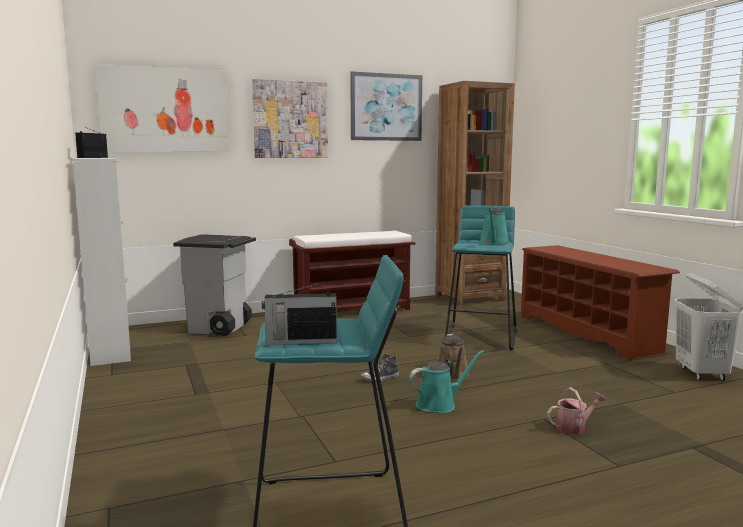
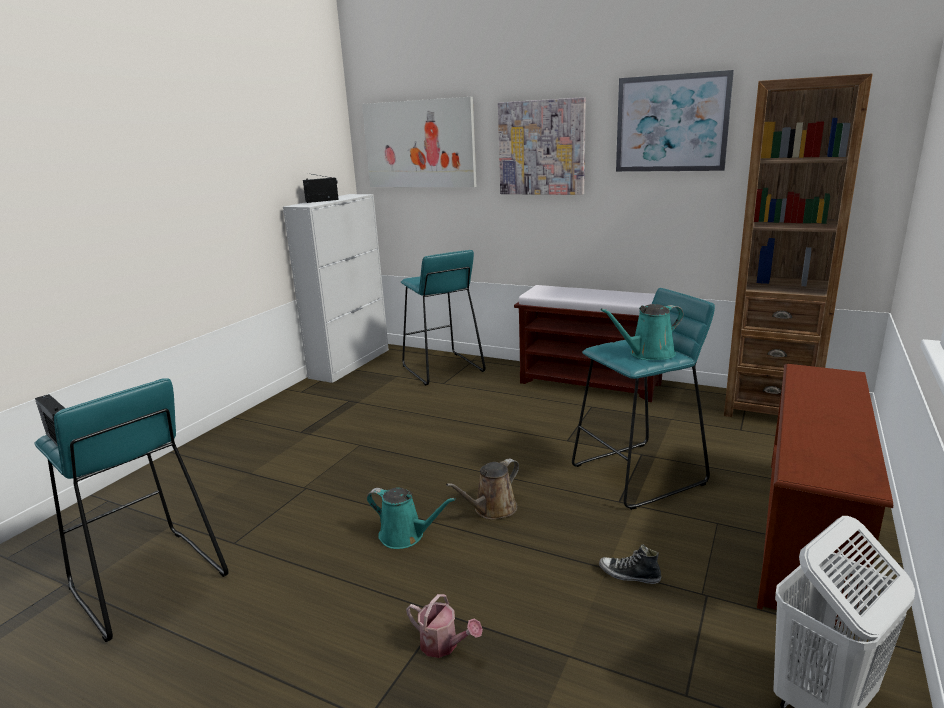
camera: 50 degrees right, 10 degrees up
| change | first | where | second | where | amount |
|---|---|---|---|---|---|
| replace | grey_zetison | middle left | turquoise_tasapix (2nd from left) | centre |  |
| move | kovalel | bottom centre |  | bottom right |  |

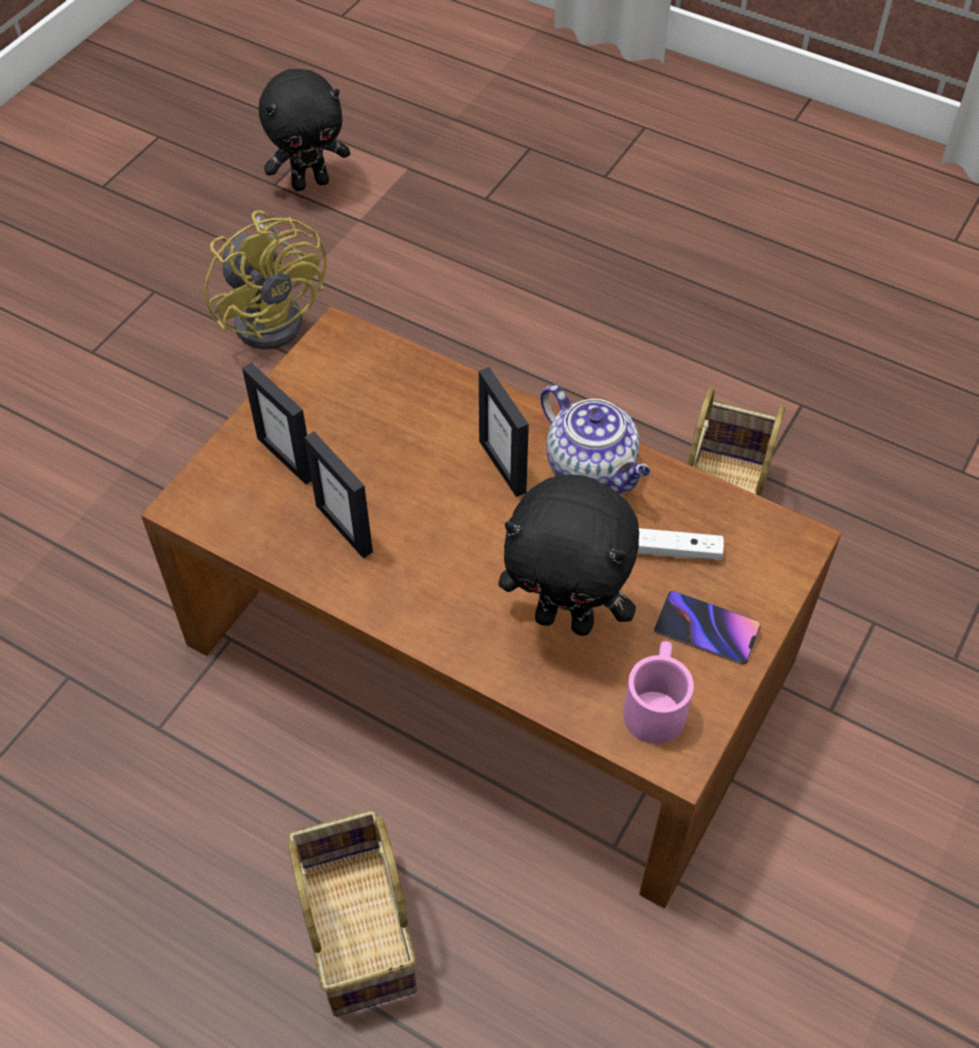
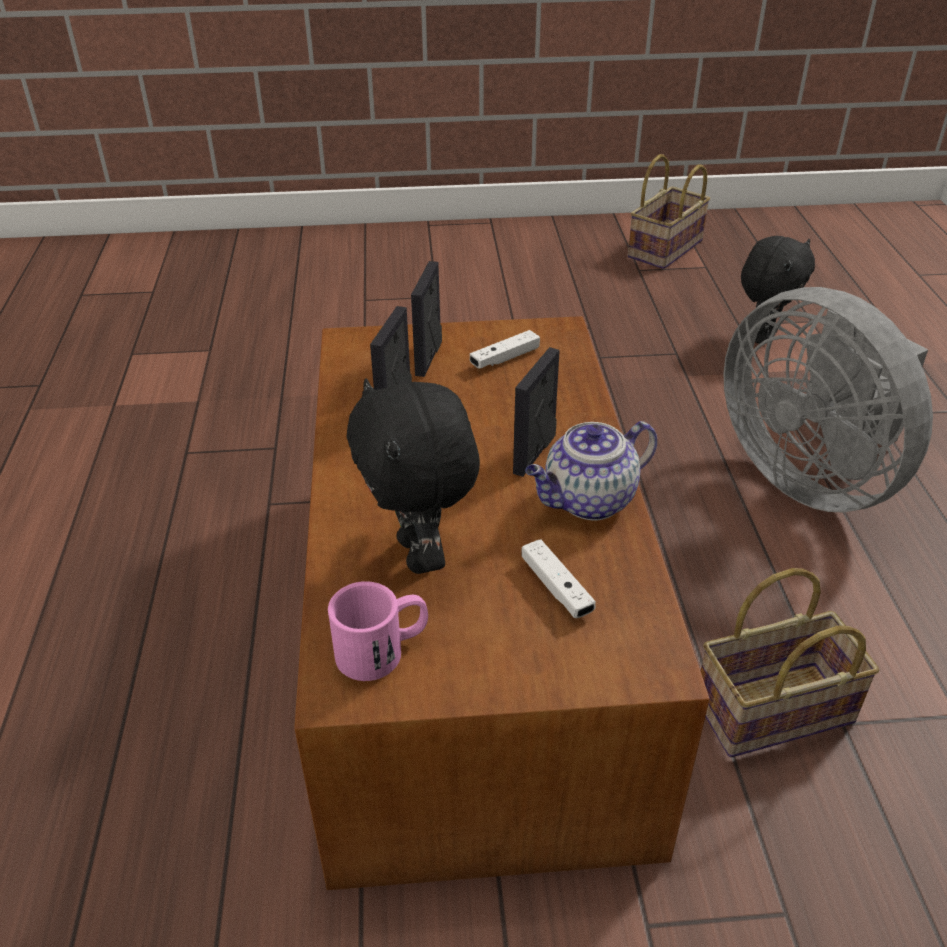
camera: 55 degrees right, 15 degrees down
| change | first | where | second | where | amount |
|---|---|---|---|---|---|
| delete | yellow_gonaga | top left |  |  |  |
| rotate | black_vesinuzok (1st from left in the first image) | top left | black_vesinuzok (2nd from left) | top right | 90 degrees counterclockwise |
| move | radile (1st from left) | bottom centre |  | top right |  |
| rotate | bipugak | centre |  | centre | 45 degrees clockwise |
| delete | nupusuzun | middle right |  |  |  |
| insert |  |  | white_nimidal (1st from left) | centre |  |
| insert |  |  | grey_gonaga | middle right |  |

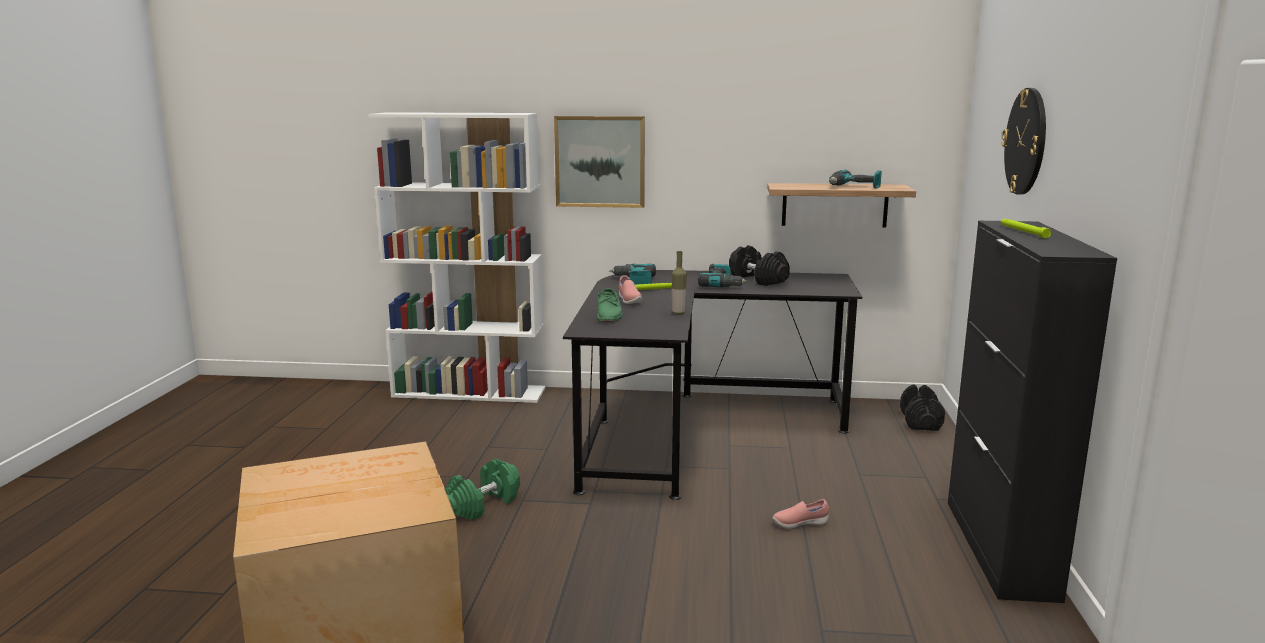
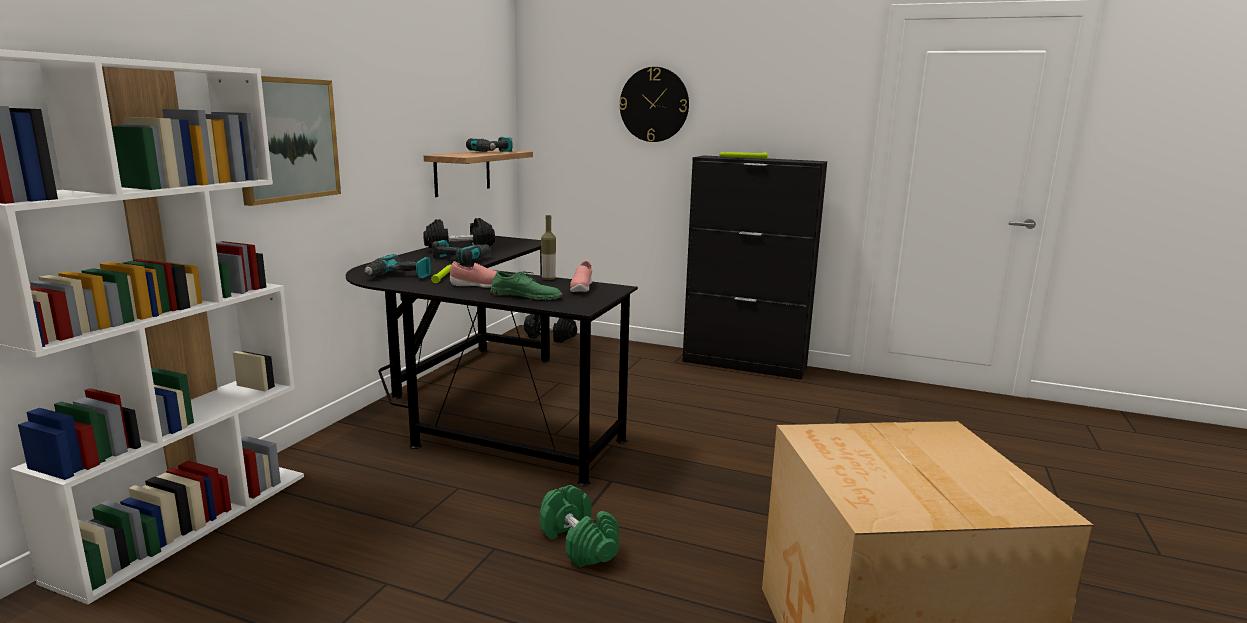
camera: 75 degrees left, 0 degrees up
| change | first | where | second | where | amount |
|---|---|---|---|---|---|
| move | pink_kovalel (2nd from left) | bottom centre |  | centre |  |

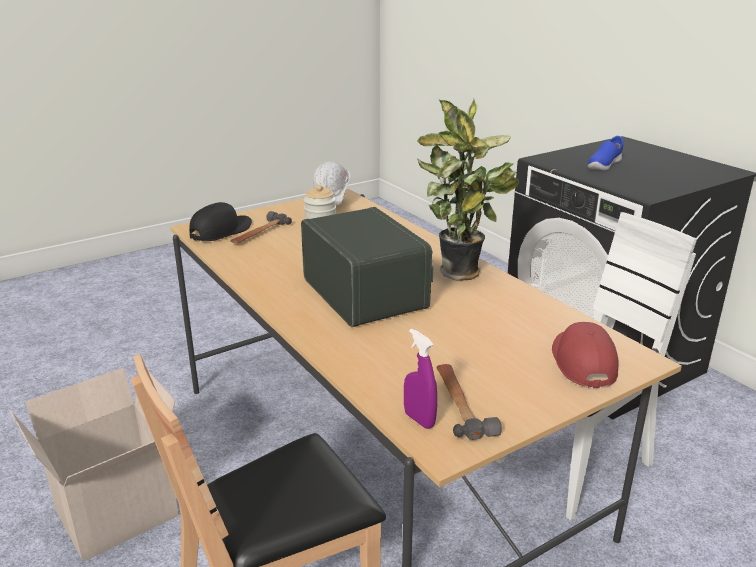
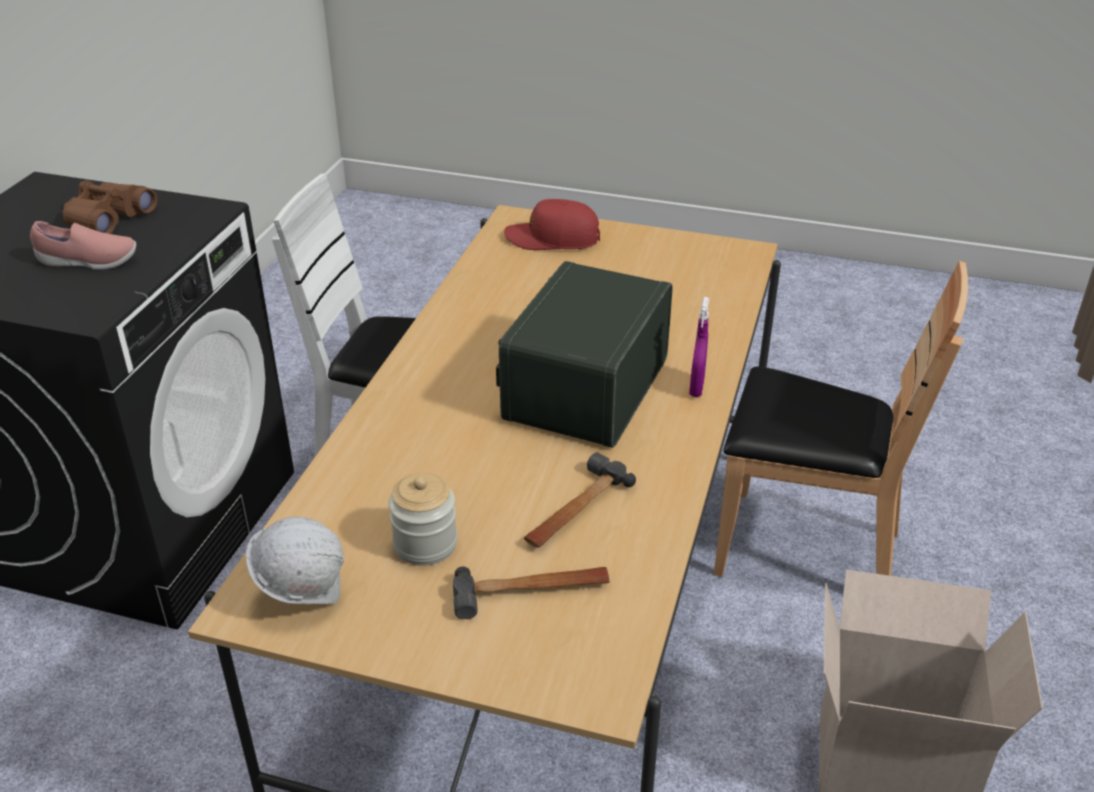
camera: 130 degrees left, 10 degrees up
| change | first | where | second | where | amount |
|---|---|---|---|---|---|
| delete | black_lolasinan | middle left |  |  |  |
| move | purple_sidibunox | bottom centre |  | centre |  |
| delete | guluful | centre |  |  |  |
| move | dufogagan (2nd from left) | bottom centre |  | centre |  |
| rotate | red_lolasinan | middle right |  | top centre | 45 degrees clockwise |
| recolor | blue_kovalel | top right | pink_kovalel | top left |  |
| insert |  |  | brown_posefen | top left |  |

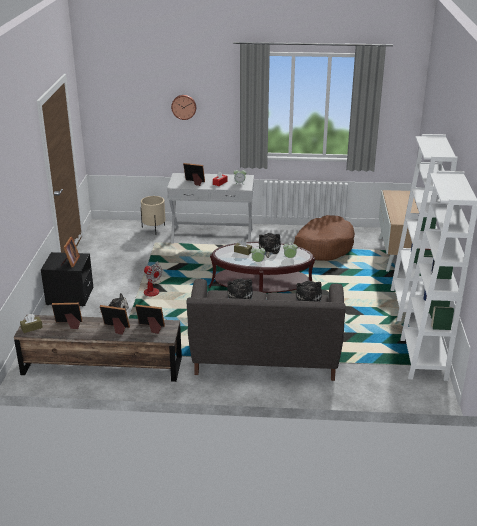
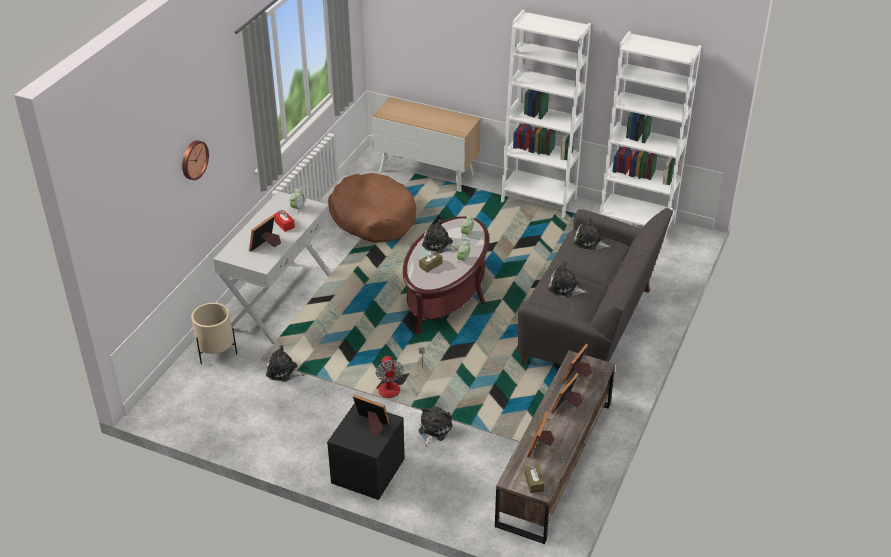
camera: 70 degrees left, 10 degrees up
| change | first | where | second | where | amount |
|---|---|---|---|---|---|
| rotate | gonaga | middle left |  | bottom centre | 105 degrees clockwise |
| insert |  |  | vesinuzok (1st from left) | middle left |  |

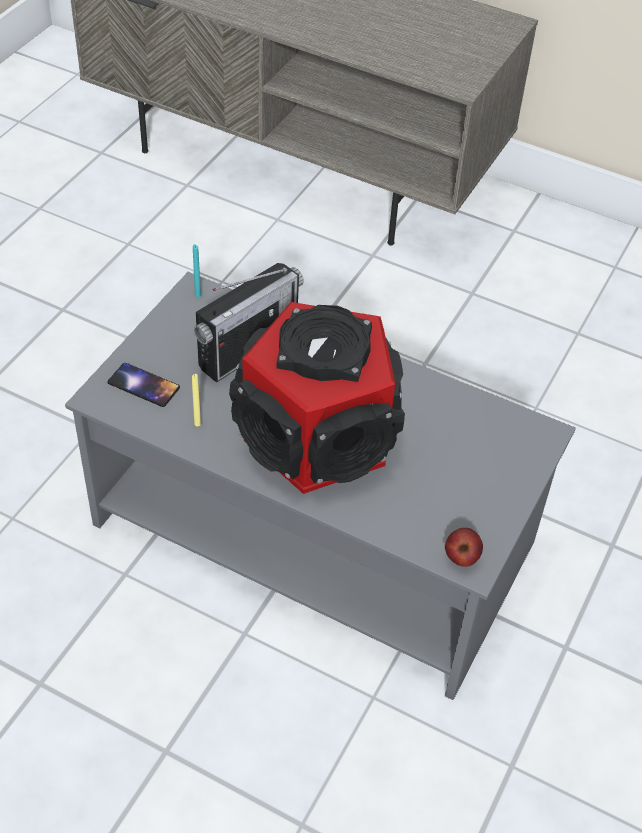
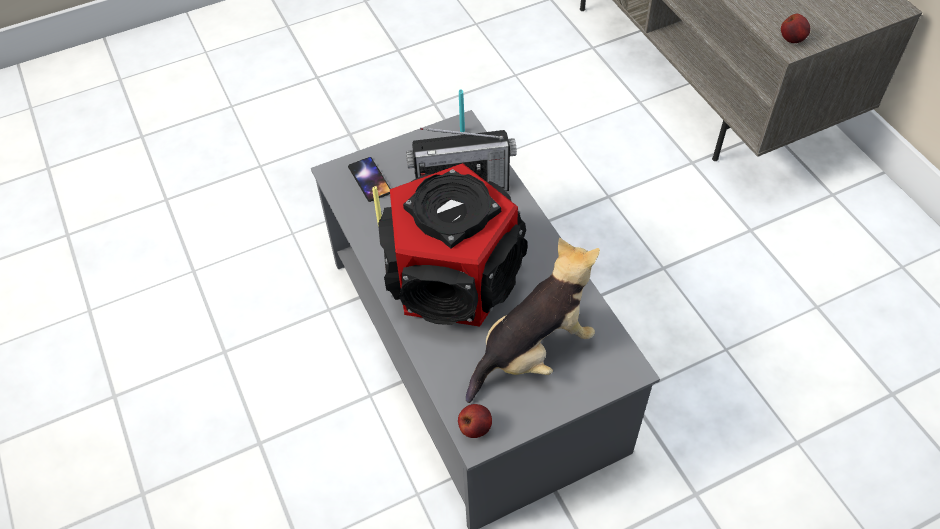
camera: 40 degrees right, 5 degrees up
| change | first | where | second | where | amount |
|---|---|---|---|---|---|
| insert |  |  | vesinuzok | centre |  |
| insert |  |  | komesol (2nd from left) | top right |  |

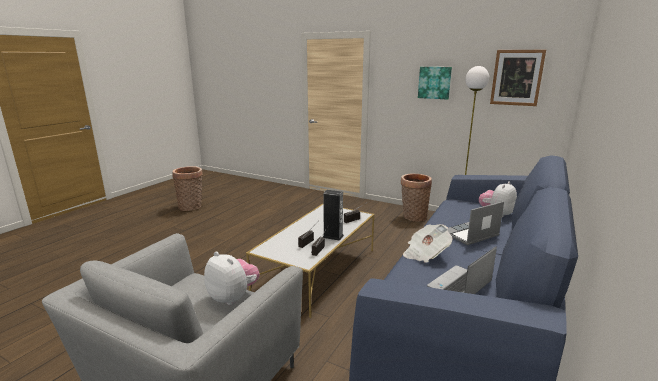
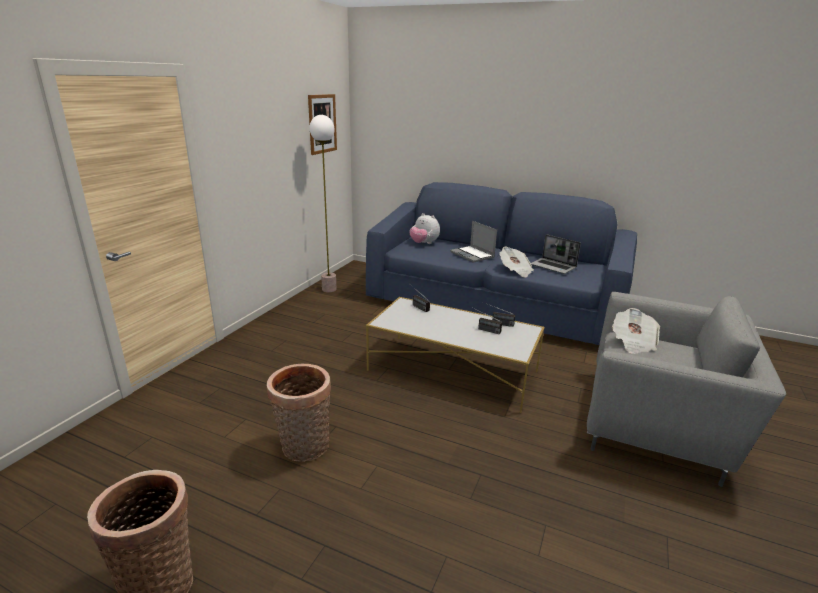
camera: 95 degrees left, 5 degrees up
| change | first | where | second | where | amount |
|---|---|---|---|---|---|
| replace | vesinuzok (1st from left) | bottom centre | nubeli (2nd from left) | middle right |  |
| delete | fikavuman | centre |  |  |  |
| move | radile (2nd from left) | centre |  | bottom centre |  |
| delete | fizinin (1st from left) | top centre |  |  |  |

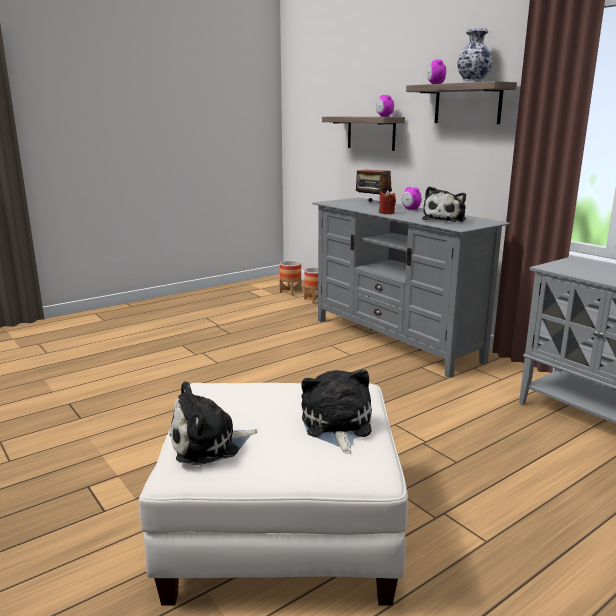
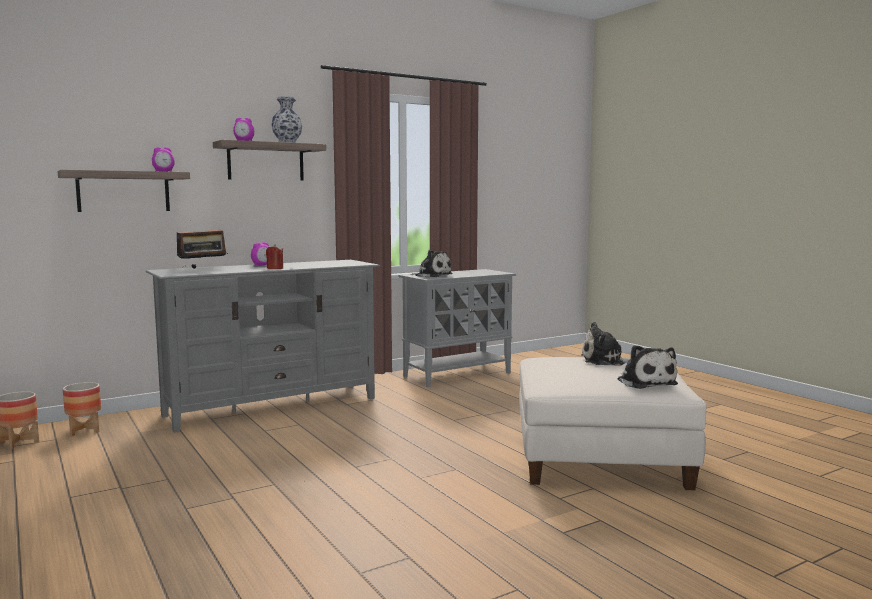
camera: 85 degrees left, 10 degrees down
| change | first | where | second | where | amount |
|---|---|---|---|---|---|
| move | vesinuzok (3rd from left in the first image) | top right | vesinuzok (1st from left) | centre |  |

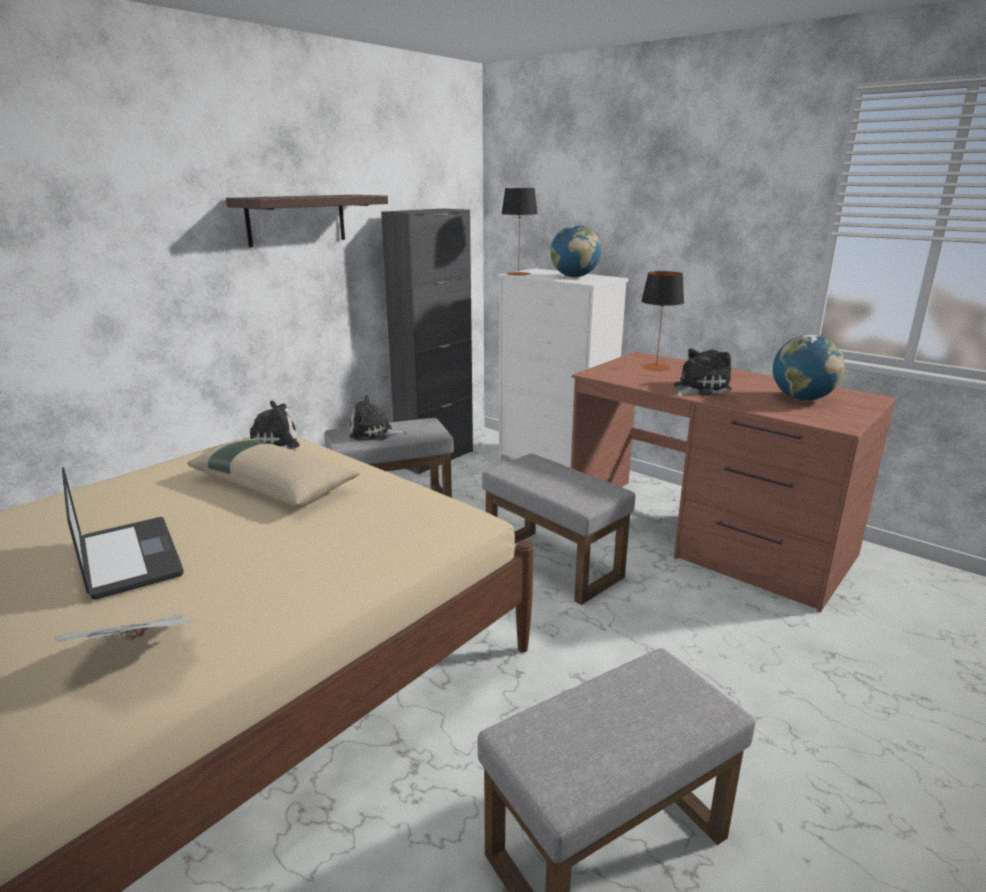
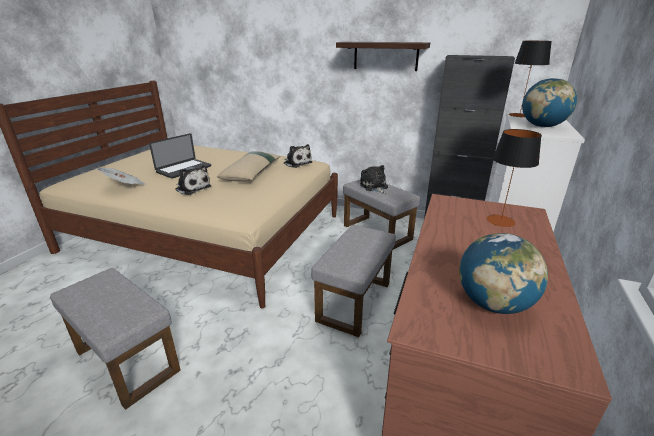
camera: 70 degrees right, 5 degrees up
| change | first | where | second | where | amount |
|---|---|---|---|---|---|
| move | vesinuzok (3rd from left in the first image) | middle right | vesinuzok (1st from left) | middle left |  |

